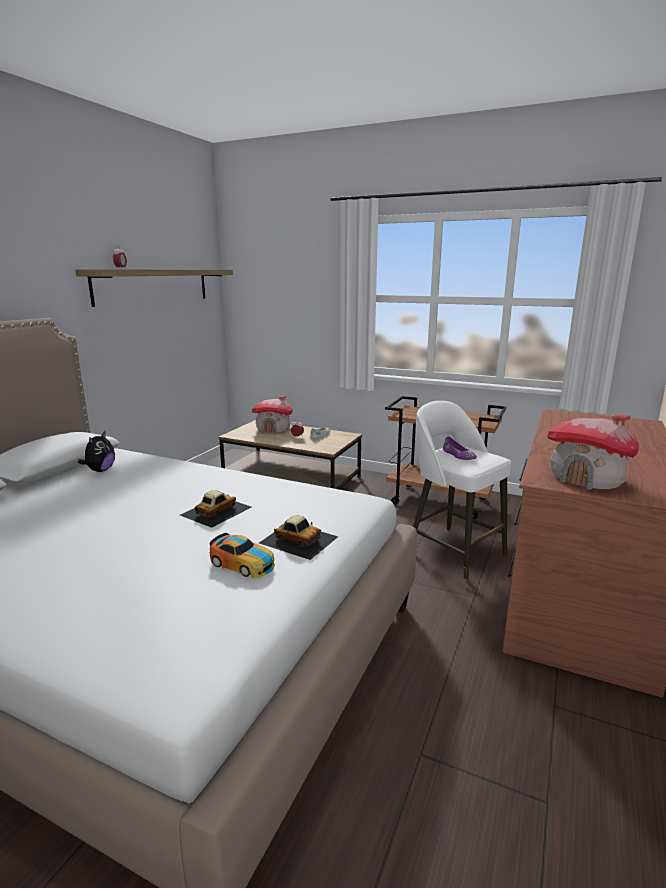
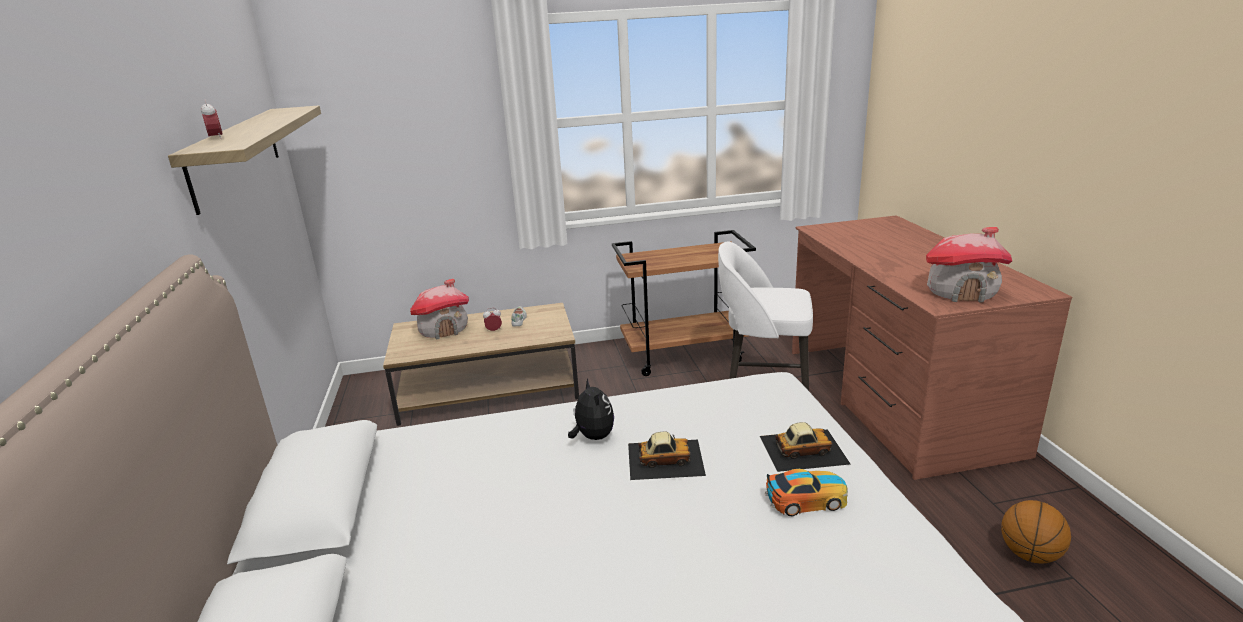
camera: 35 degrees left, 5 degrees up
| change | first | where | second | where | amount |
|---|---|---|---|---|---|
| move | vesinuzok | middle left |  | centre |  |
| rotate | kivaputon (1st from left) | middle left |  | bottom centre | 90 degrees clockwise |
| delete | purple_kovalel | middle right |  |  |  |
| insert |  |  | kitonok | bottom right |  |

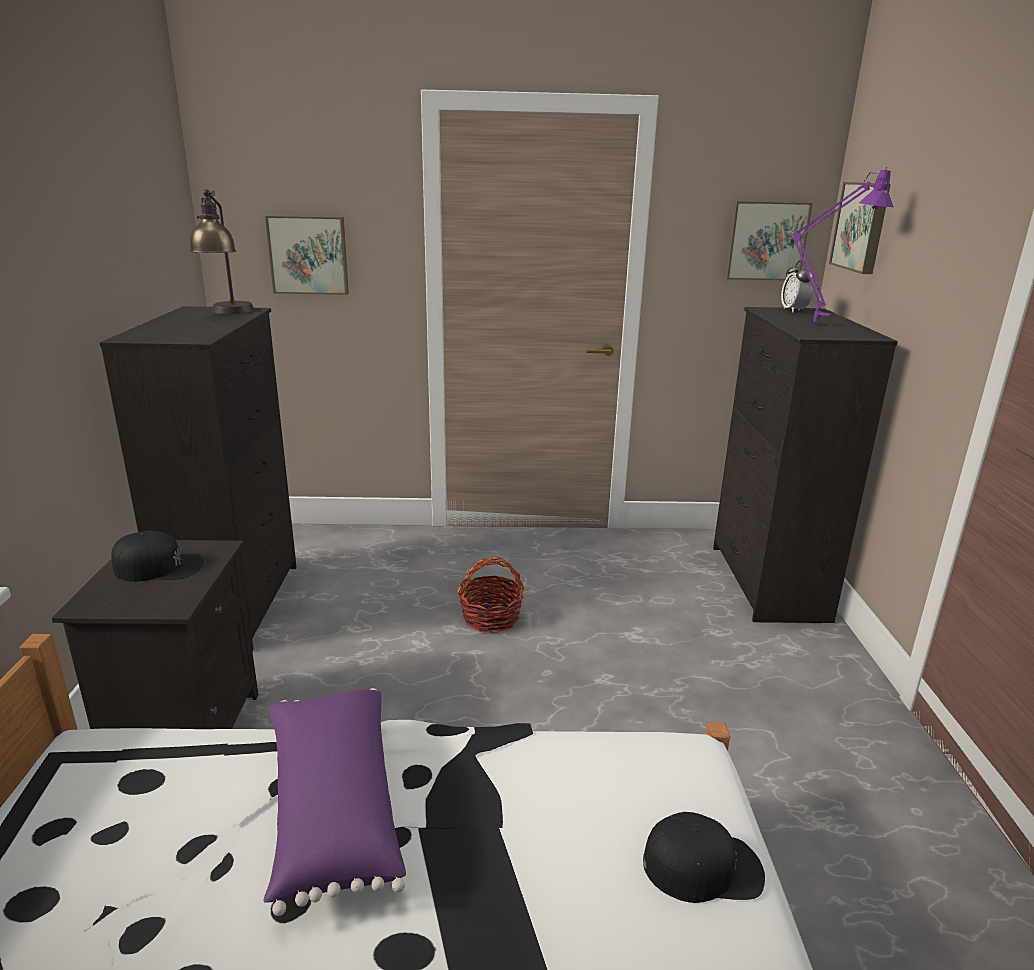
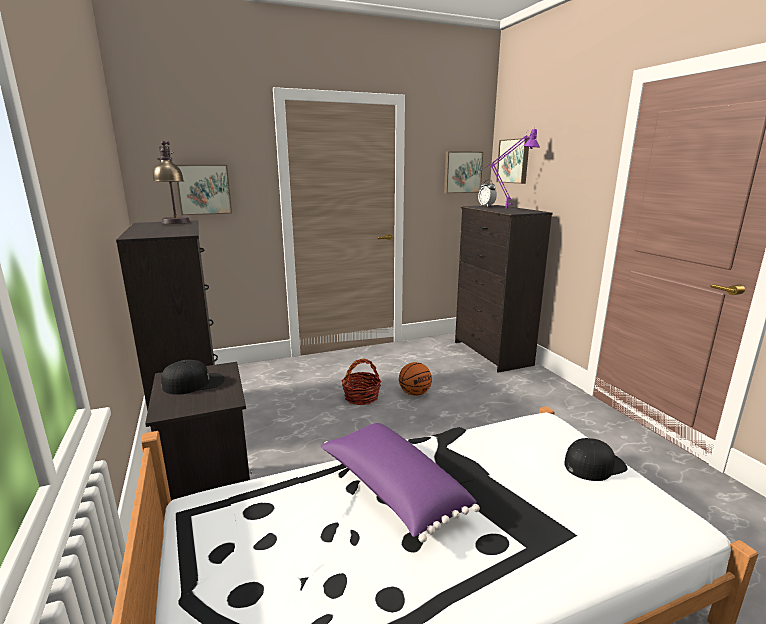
camera: 20 degrees left, 5 degrees down
| change | first | where | second | where | amount |
|---|---|---|---|---|---|
| insert |  |  | kitonok | centre |  |

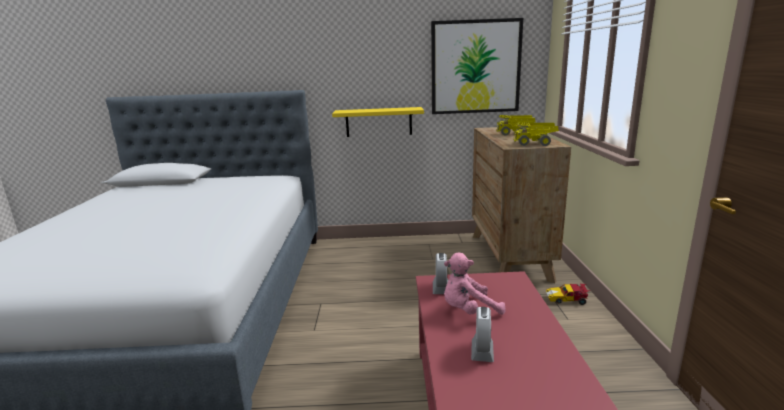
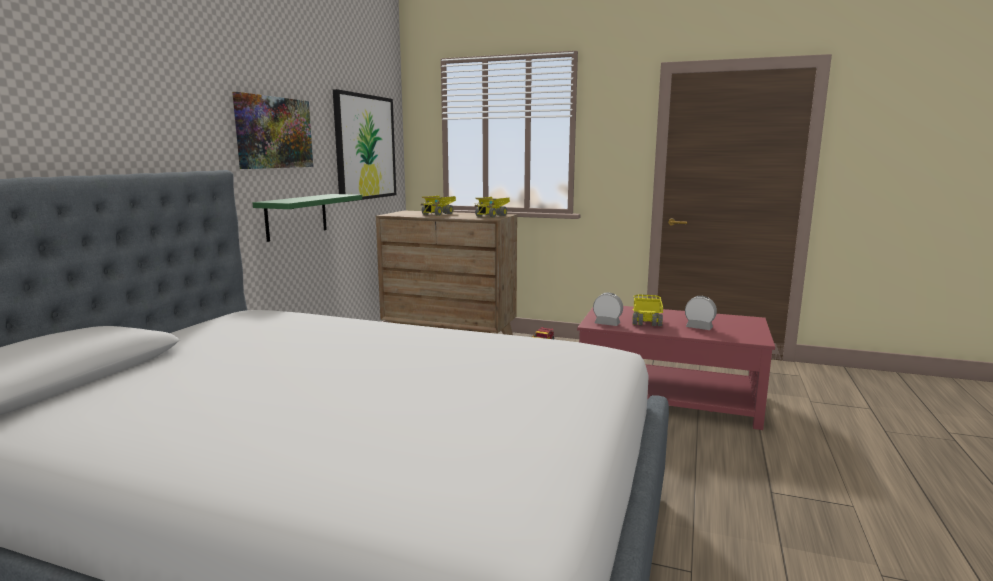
camera: 70 degrees left, 5 degrees down
| change | first | where | second | where | amount |
|---|---|---|---|---|---|
| recolor | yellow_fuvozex | top centre | green_fuvozex | middle left |  |
| replace | pink_vesinuzok | bottom centre | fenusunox (3rd from left) | centre |  |
| insert |  |  | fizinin (1st from left) | top left |  |

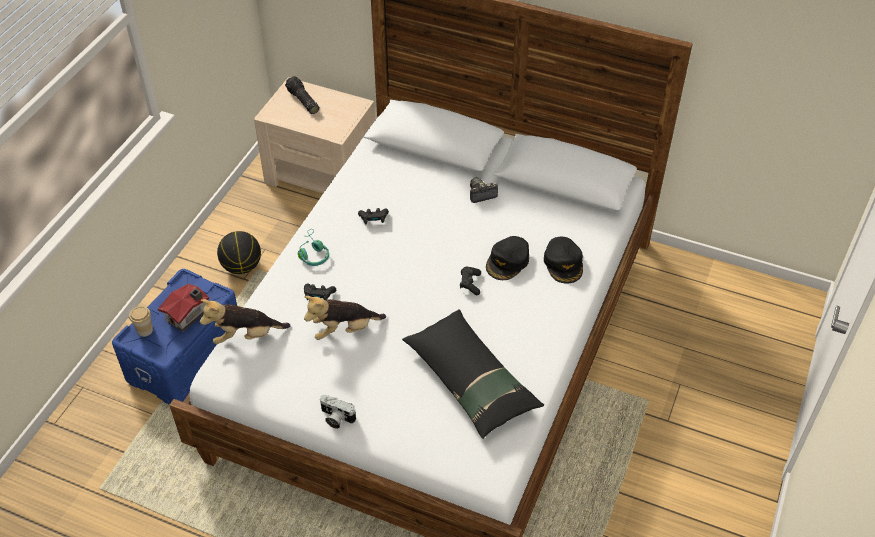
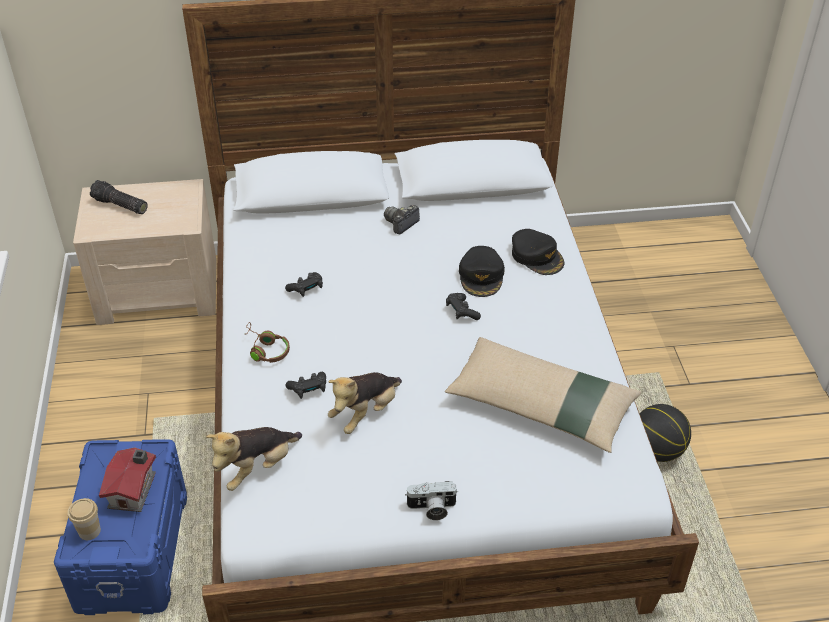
camera: 30 degrees left, 5 degrees down
| change | first | where | second | where | amount |
|---|---|---|---|---|---|
| move | kitonok | middle left |  | bottom right |  |
| recolor | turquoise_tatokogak | centre | brown_tatokogak | middle left |  |
| recolor | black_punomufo | bottom centre | beige_punomufo | centre |  |

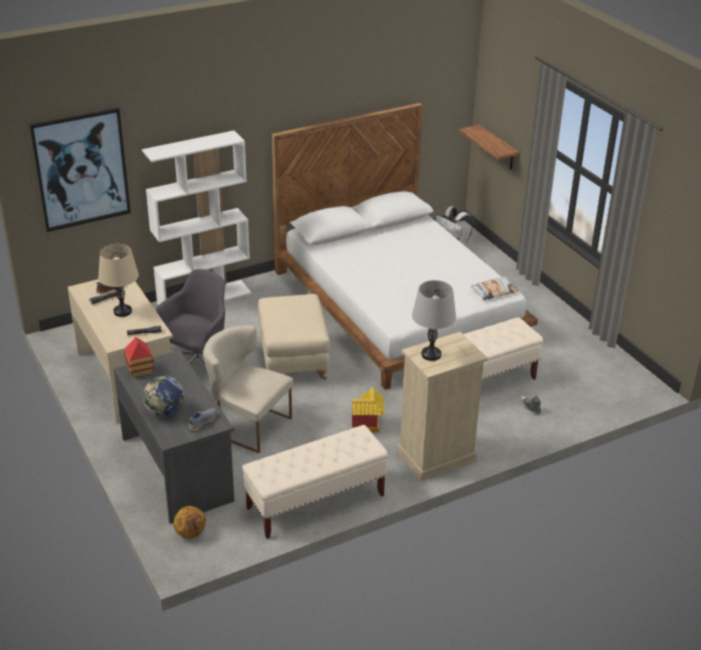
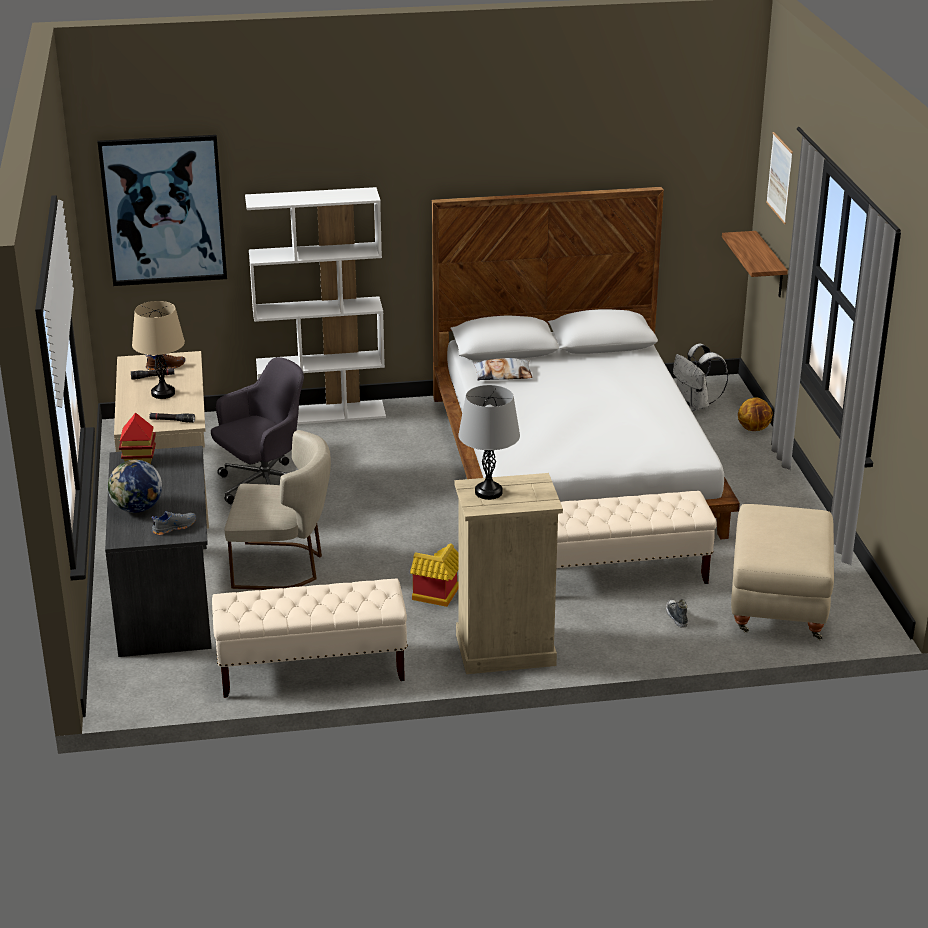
camera: 20 degrees right, 5 degrees down
| change | first | where | second | where | amount |
|---|---|---|---|---|---|
| move | kitonok | bottom left |  | middle right |  |
| rotate | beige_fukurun | centre |  | middle left | 135 degrees clockwise |
| move | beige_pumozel | centre |  | middle right |  |
| move | punomufo | middle right |  | centre |  |
| insert |  |  | fizinin (2nd from left) | top right |  |

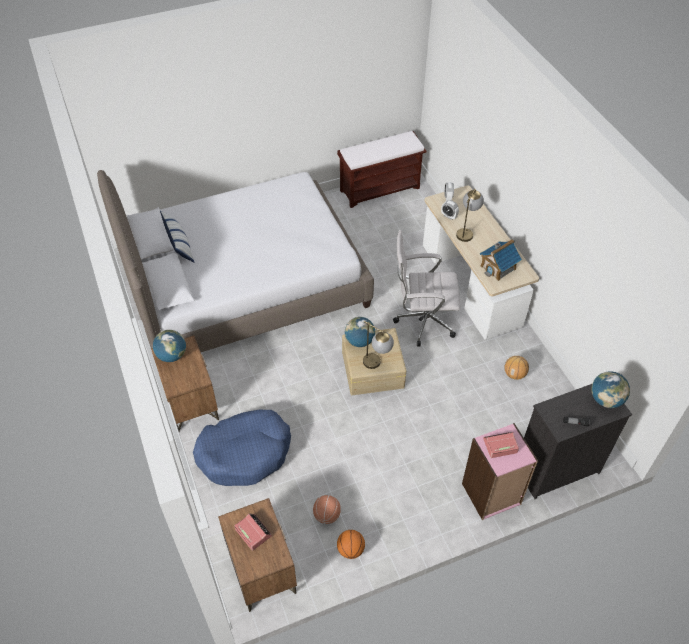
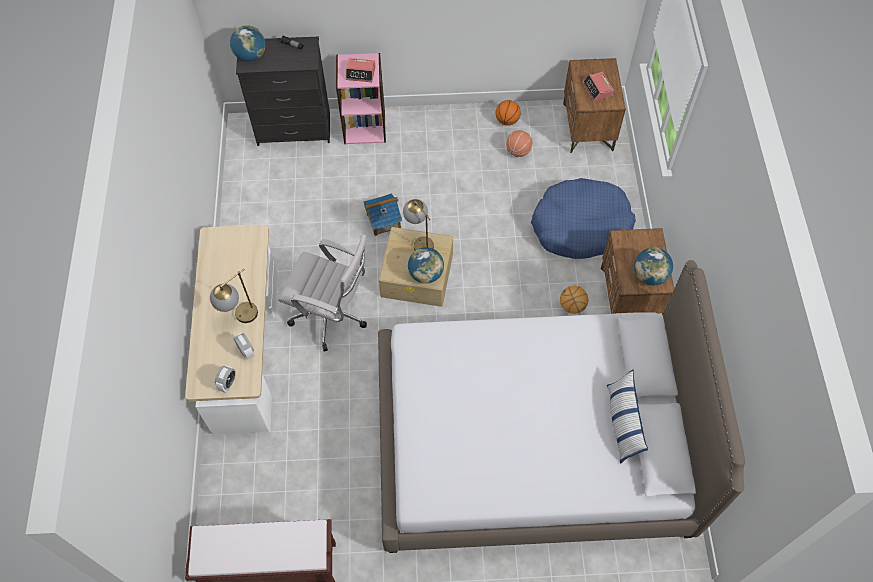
camera: 160 degrees left, 10 degrees up
| change | first | where | second | where | amount |
|---|---|---|---|---|---|
| move | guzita | middle right |  | centre |  |
| move | kitonok (3rd from left) | middle right |  | centre |  |

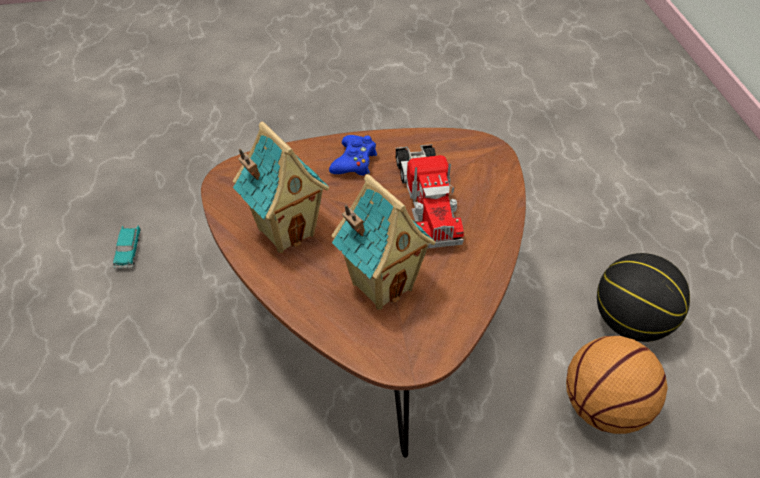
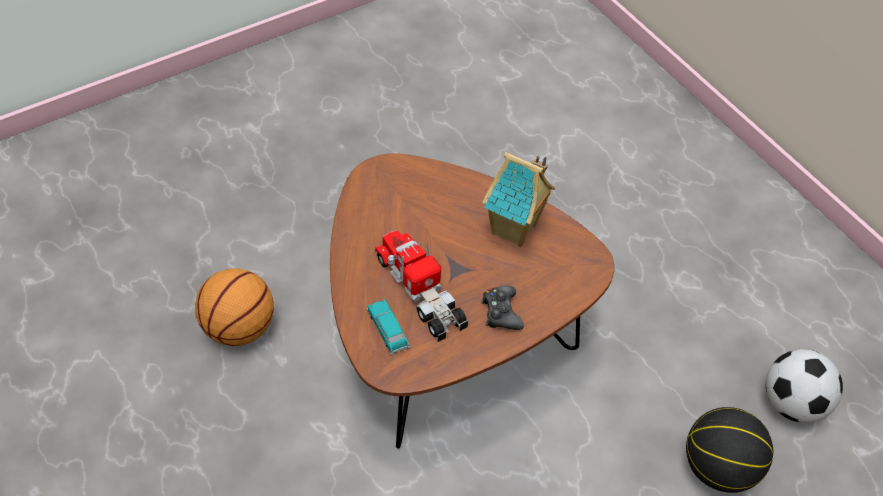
camera: 155 degrees right, 5 degrees up
| change | first | where | second | where | amount |
|---|---|---|---|---|---|
| move | kivaputon | middle left |  | centre |  |
| recolor | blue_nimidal | top centre | black_nimidal | centre |  |
| delete | guzita (2nd from left) | centre |  |  |  |
| move | kitonok (2nd from left) | middle right |  | bottom right |  |
| insert |  |  | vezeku | bottom right |  |

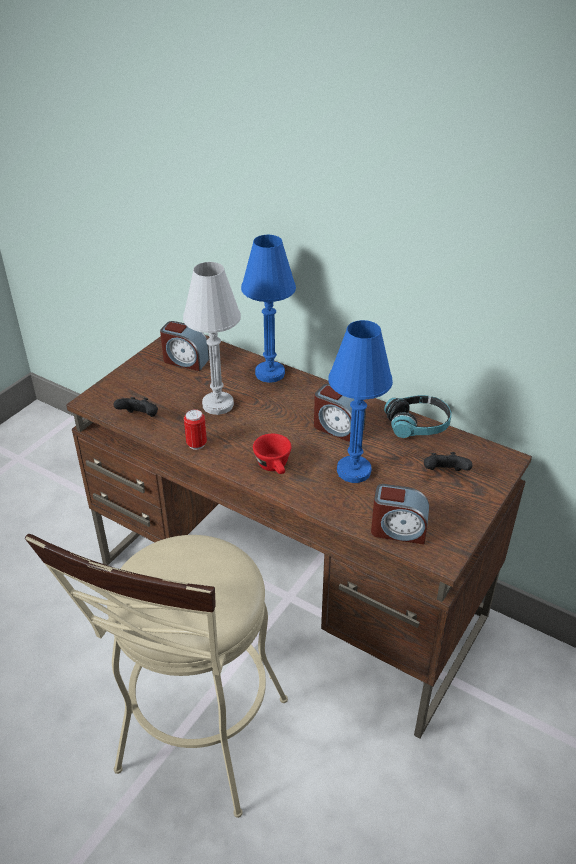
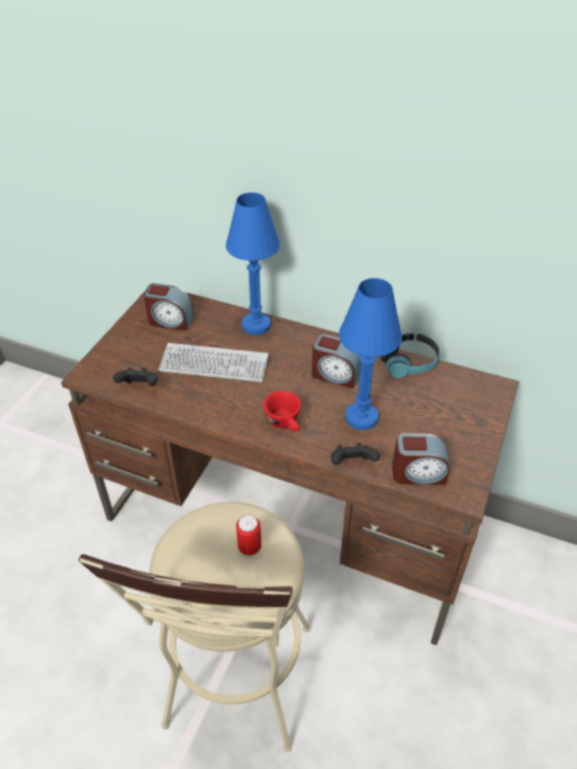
camera: 10 degrees left, 5 degrees up
| change | first | where | second | where | amount |
|---|---|---|---|---|---|
| replace | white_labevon | centre | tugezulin | centre |  |
| move | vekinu | centre |  | bottom centre |  |
| move | black_nimidal (2nd from left) | middle right |  | centre |  |

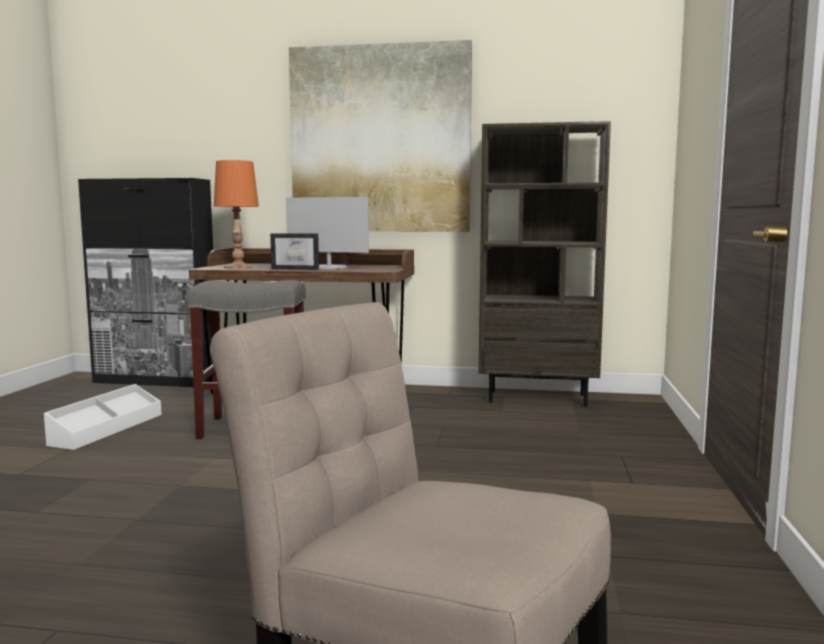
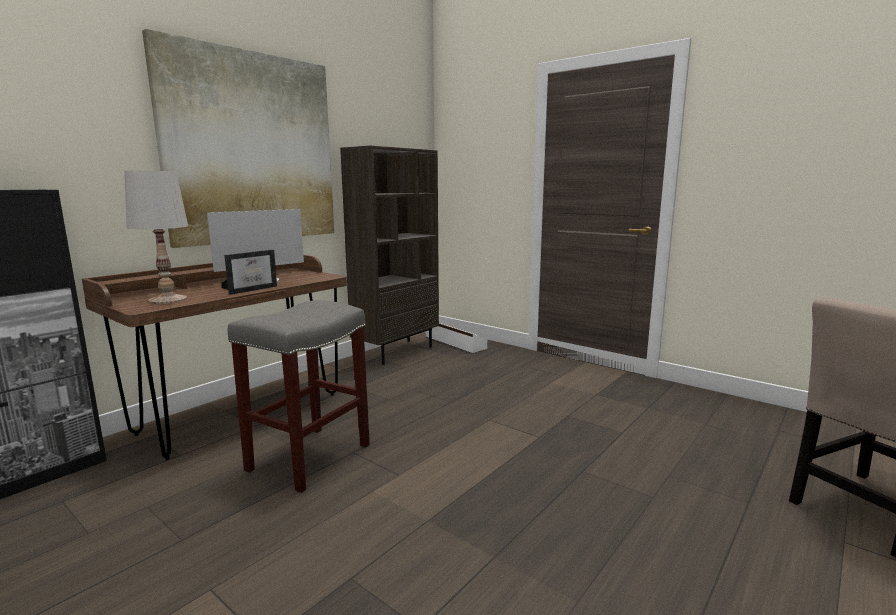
camera: 60 degrees left, 5 degrees up
| change | first | where | second | where | amount |
|---|---|---|---|---|---|
| move | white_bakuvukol | middle left |  | centre |  |
| recolor | orange_labevon | top left | white_labevon | middle left |  |

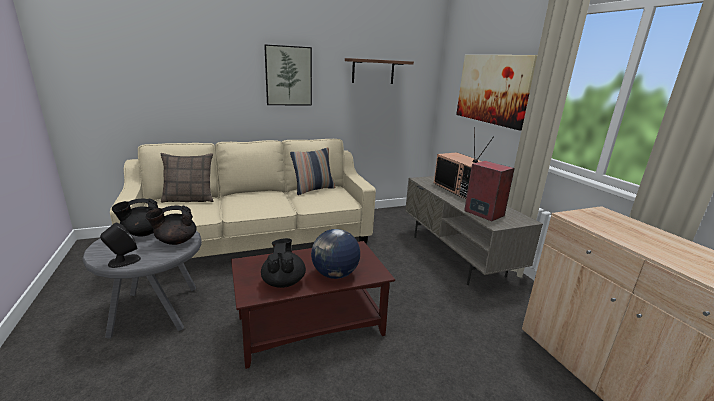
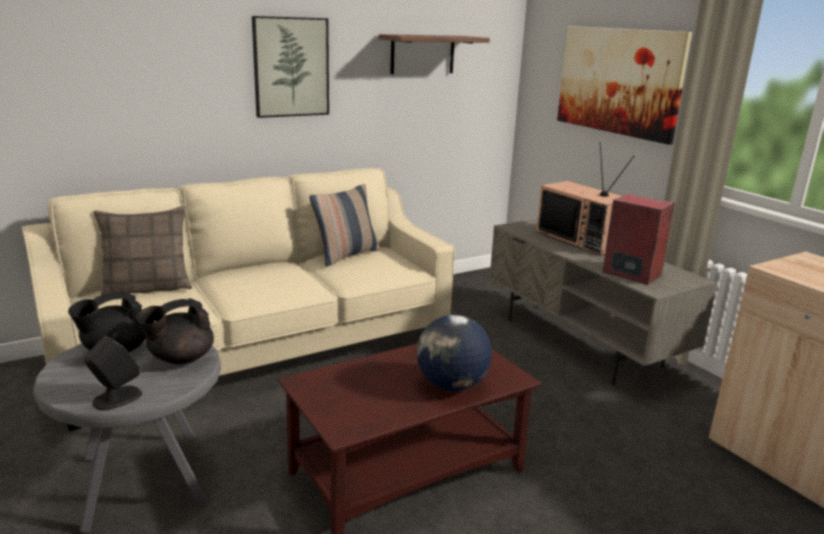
camera: 10 degrees left, 0 degrees up
| change | first | where | second | where | amount |
|---|---|---|---|---|---|
| delete | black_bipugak (3rd from left) | centre |  |  |  |

